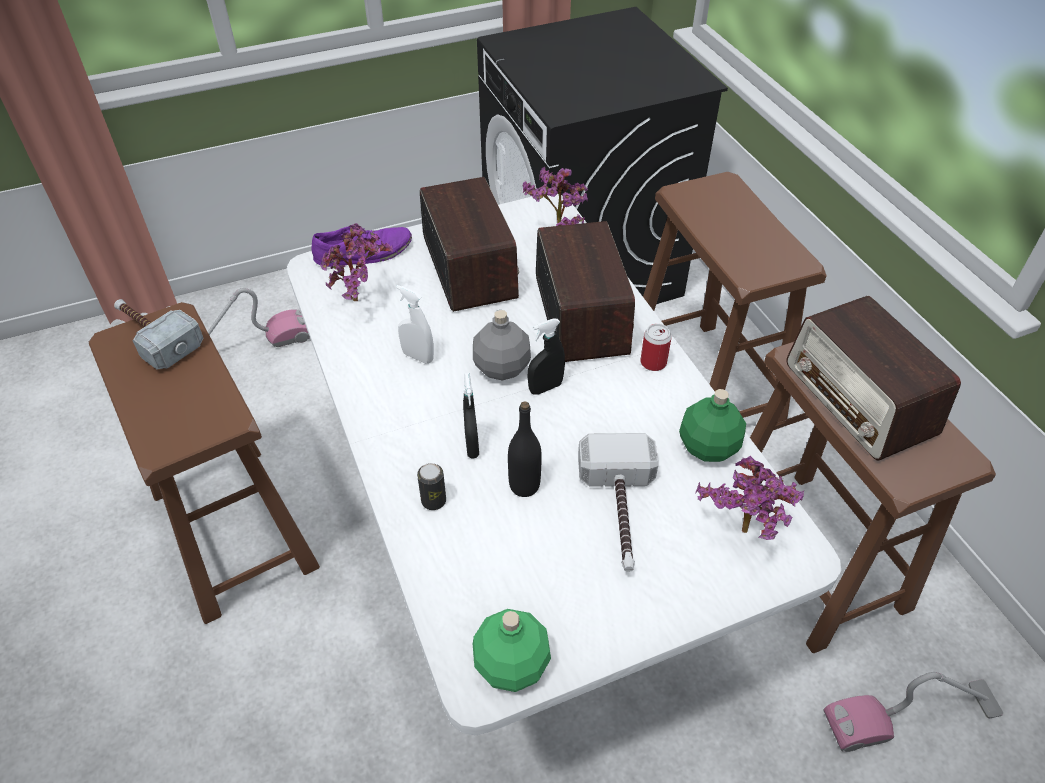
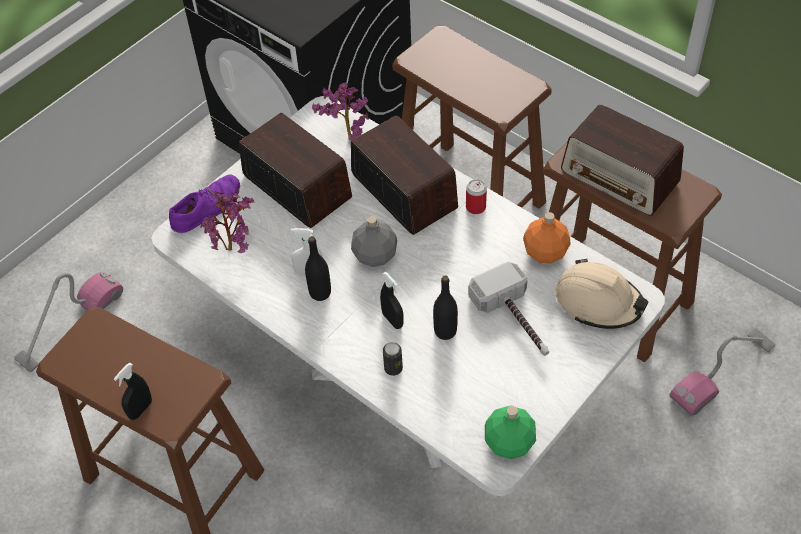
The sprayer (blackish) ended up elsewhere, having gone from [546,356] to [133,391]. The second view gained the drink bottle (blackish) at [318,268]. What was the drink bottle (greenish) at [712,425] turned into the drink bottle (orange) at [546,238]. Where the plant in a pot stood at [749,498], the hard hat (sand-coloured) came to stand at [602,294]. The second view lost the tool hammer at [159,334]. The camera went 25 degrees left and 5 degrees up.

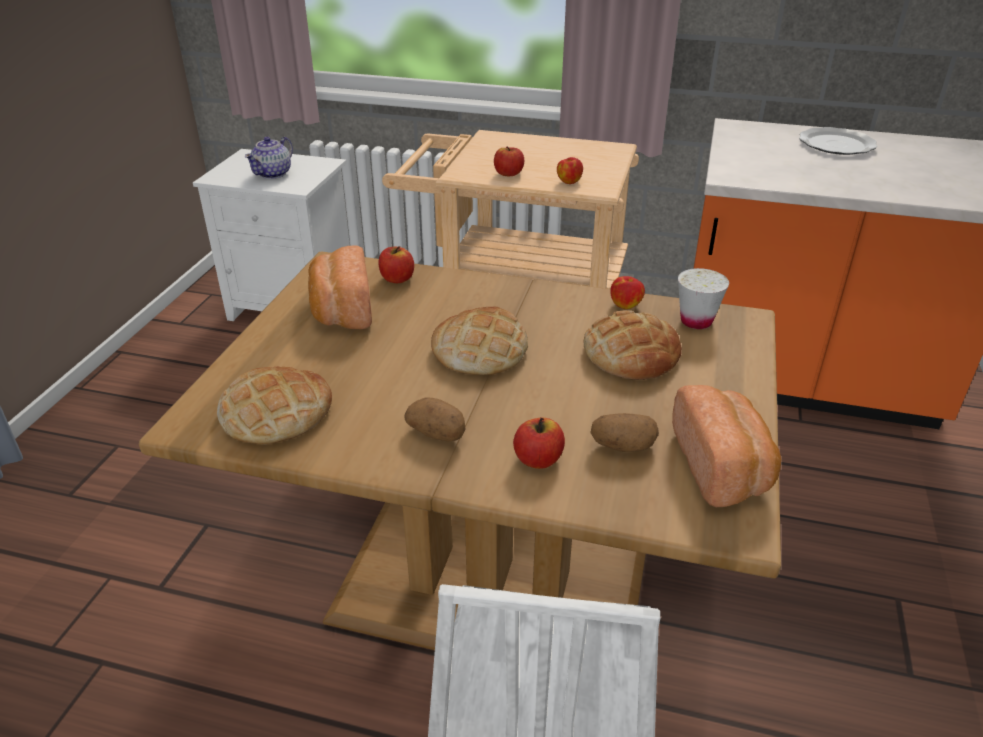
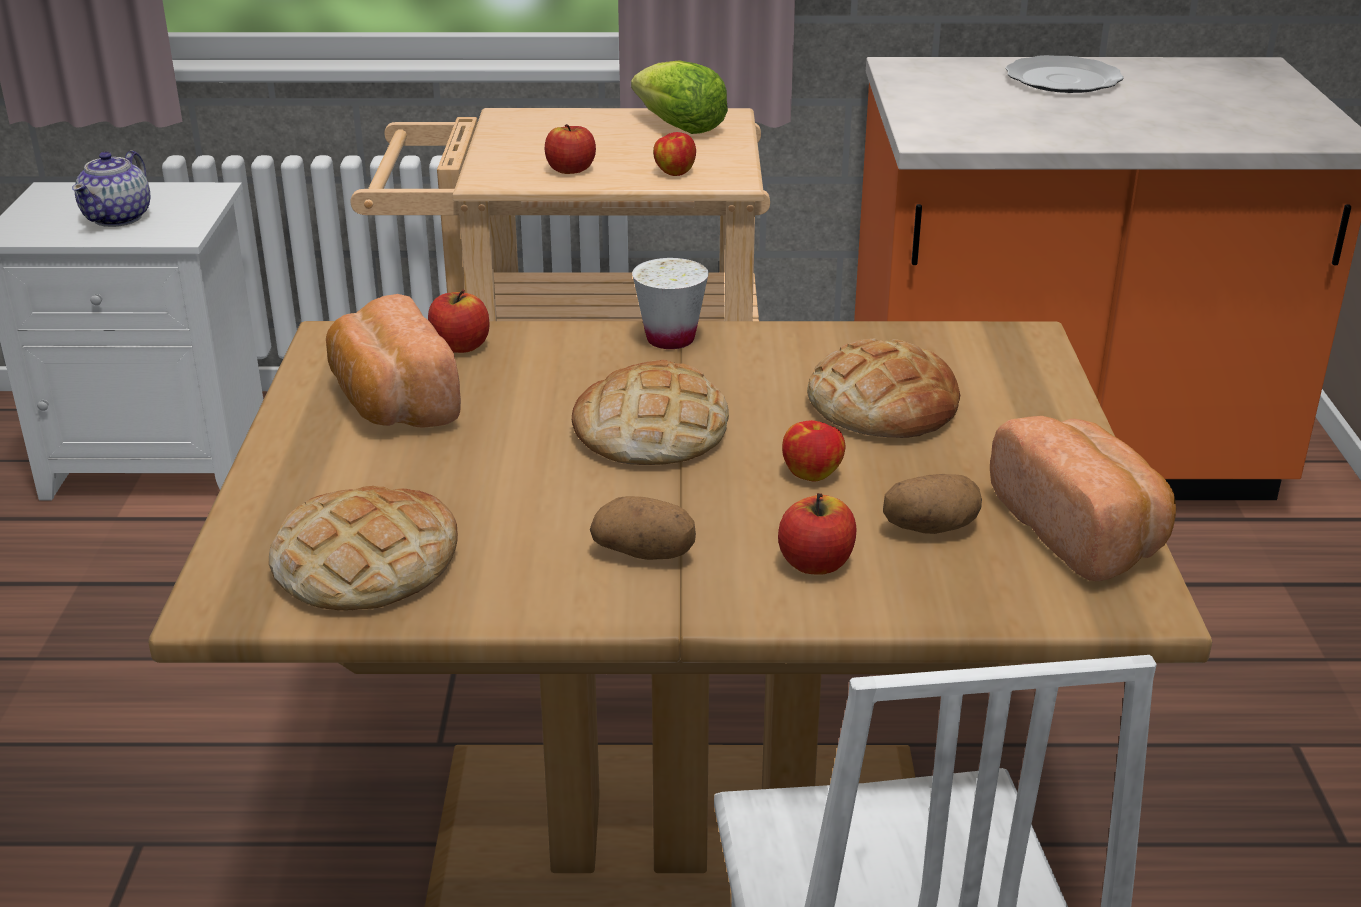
The second view gained the lettuce head at [679,97]. The small cup (white) ended up elsewhere, having gone from [703,298] to [670,303]. The apple ended up elsewhere, having gone from [627,292] to [813,450]. The camera went 15 degrees left and 5 degrees down.

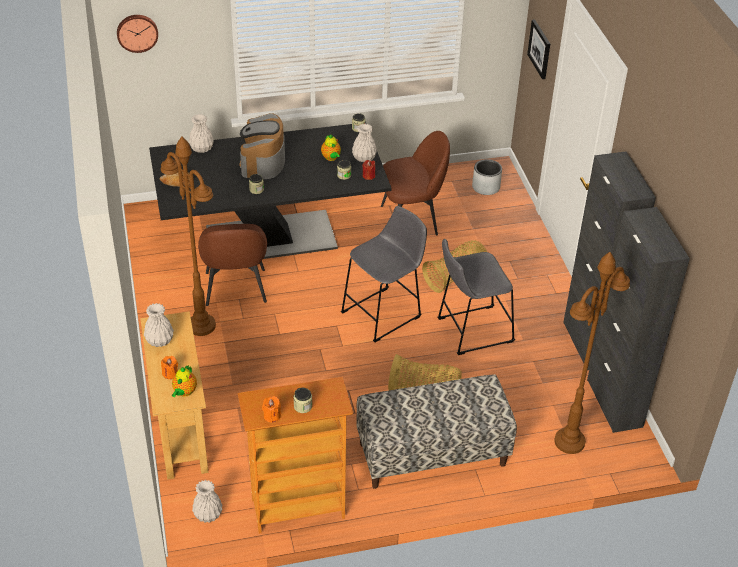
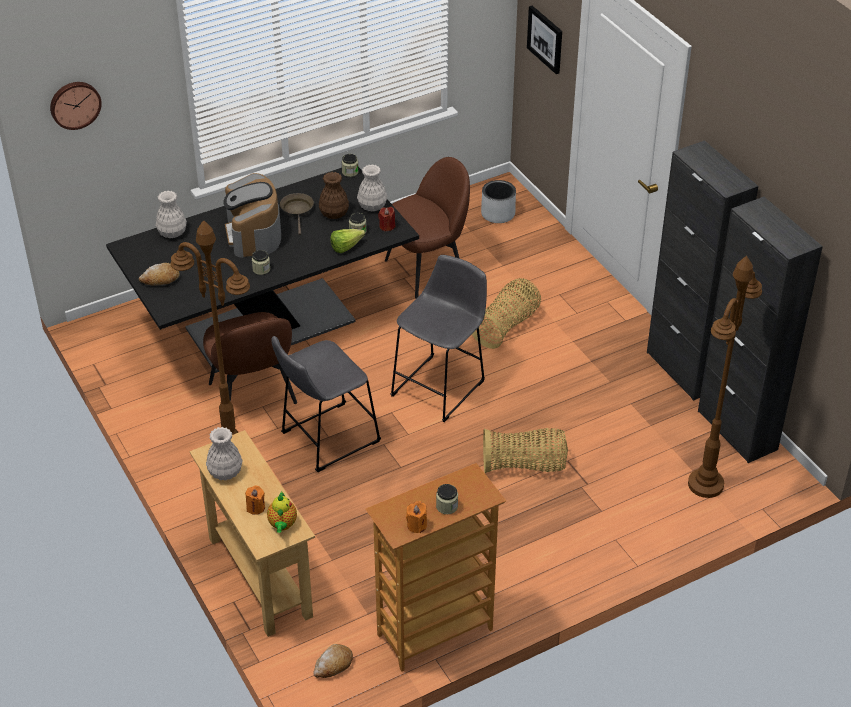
The stool seat (greyish) ended up elsewhere, having gone from [476,297] to [326,404]. The second view gained the frying pan (brown) at [297,214]. Where the decorative vase (white) stood at [207,501], the baked bread came to stand at [333,661]. Where the tea pot stood at [331,148], the decorative vase (brown) came to stand at [334,195]. The second view gained the lettuce head at [348,241]. The second view lost the bench at [436,431]. The camera went 15 degrees left and 0 degrees up.

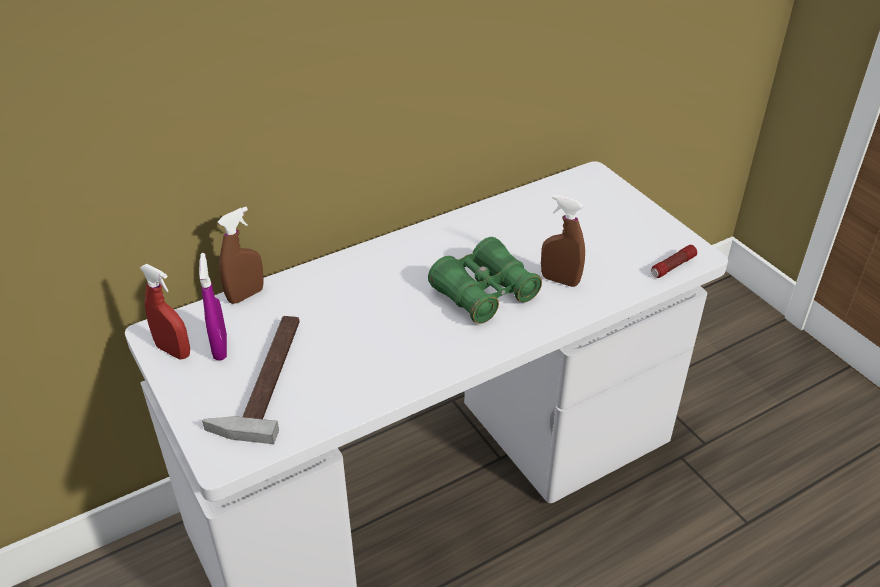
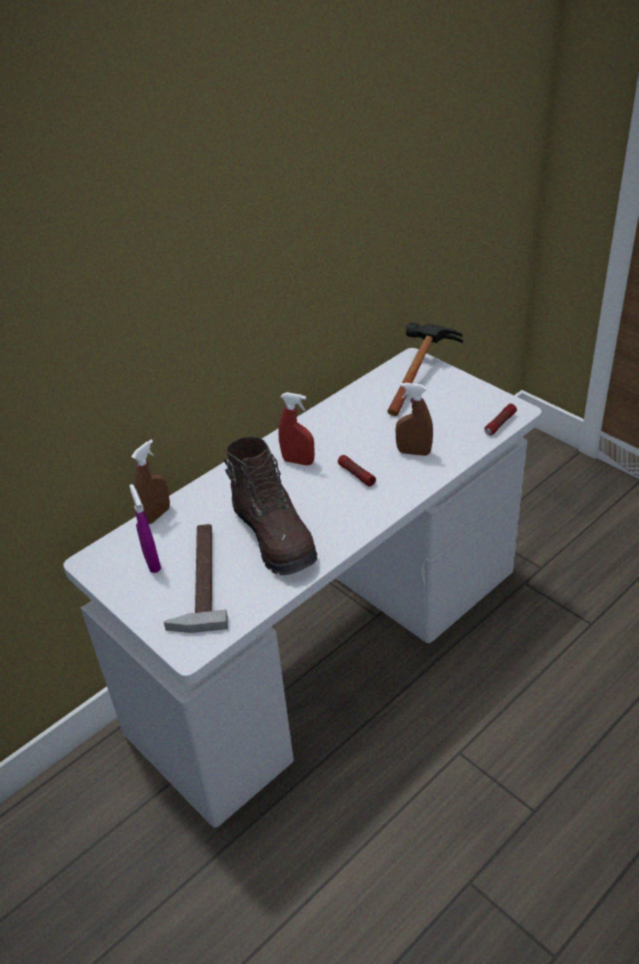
The second view gained the high-top boot (brown) at [270,505]. The sprayer (red) ended up elsewhere, having gone from [165,311] to [296,428]. Where the pair of binoculars (greenish) stood at [485,280], the hand torch came to stand at [357,471]. The second view gained the tool hammer at [425,369]. The camera went 10 degrees left and 0 degrees up.

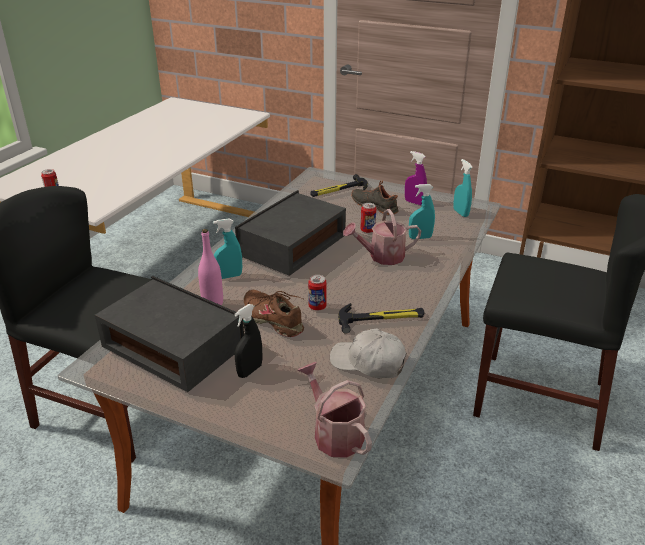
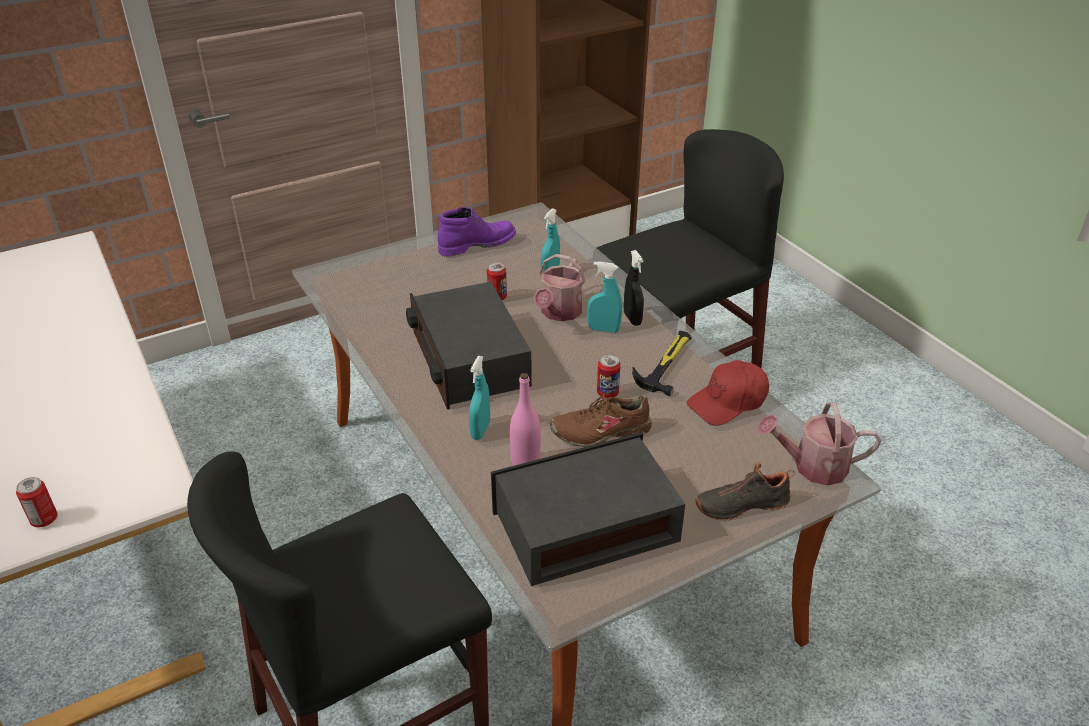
Where the sprayer (purple-coloured) stood at [416,178], the high-top boot (purple-coloured) came to stand at [477,232]. The sprayer (blue-green) ended up elsewhere, having gone from [463,188] to [604,297]. The sprayer (blackish) ended up elsewhere, having gone from [248,341] to [634,288]. What was the cap (white) at [368,353] turned into the cap (red) at [728,392]. The shoe (blackish) ended up elsewhere, having gone from [375,198] to [745,491]. The second view lost the tool hammer at [339,185]. The camera went 55 degrees left and 5 degrees up.

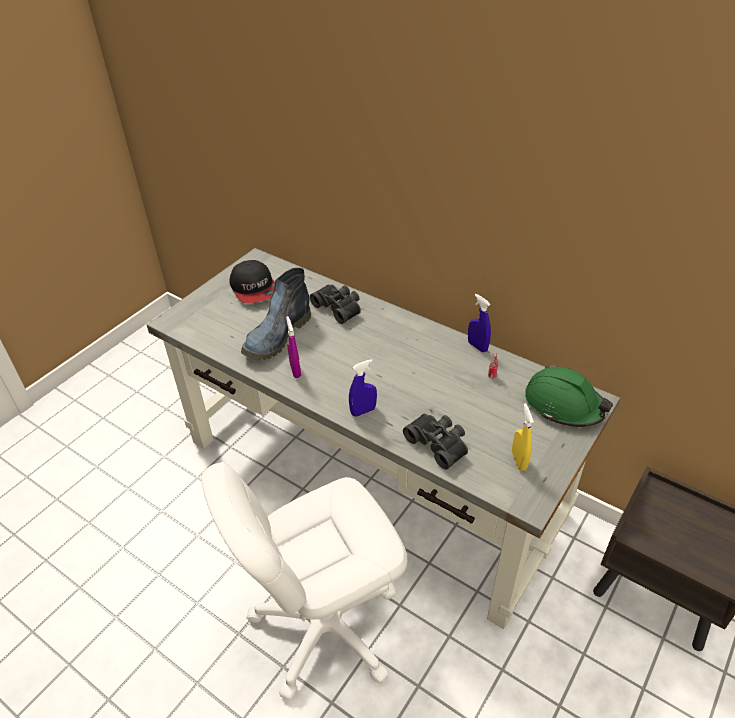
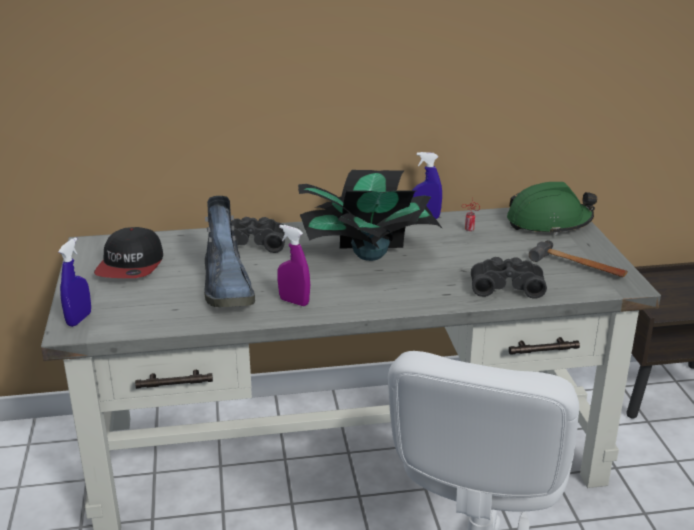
The sprayer (blue) ended up elsewhere, having gone from [363,388] to [74,282]. The cap at [252,282] ended up facing another way, 75 degrees clockwise from before. The second view gained the plant in a pot at [370,215]. Where the sprayer (yellow-coloured) stood at [523,437], the tool hammer came to stand at [578,258]. The camera went 45 degrees left and 15 degrees down.

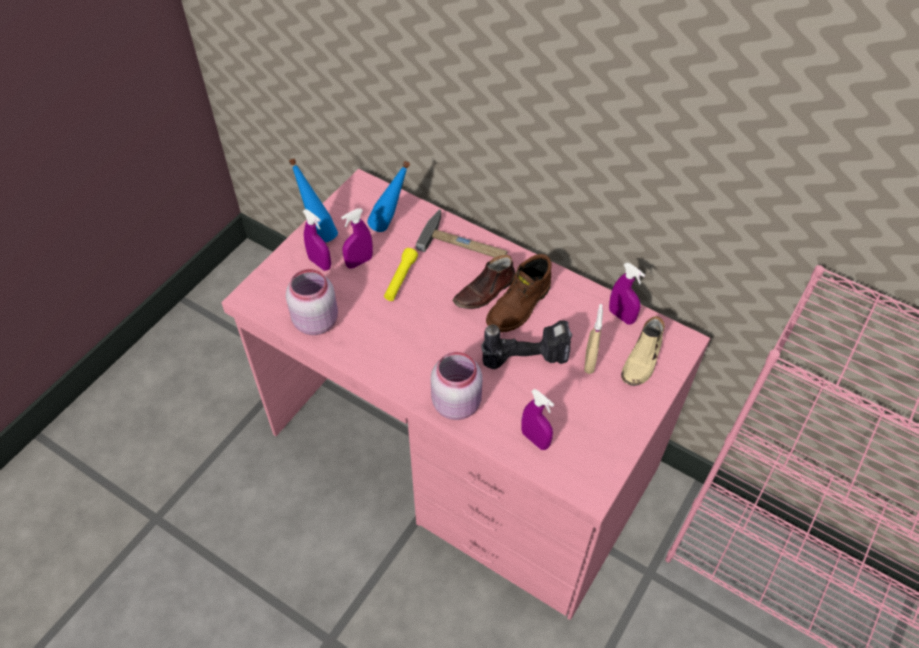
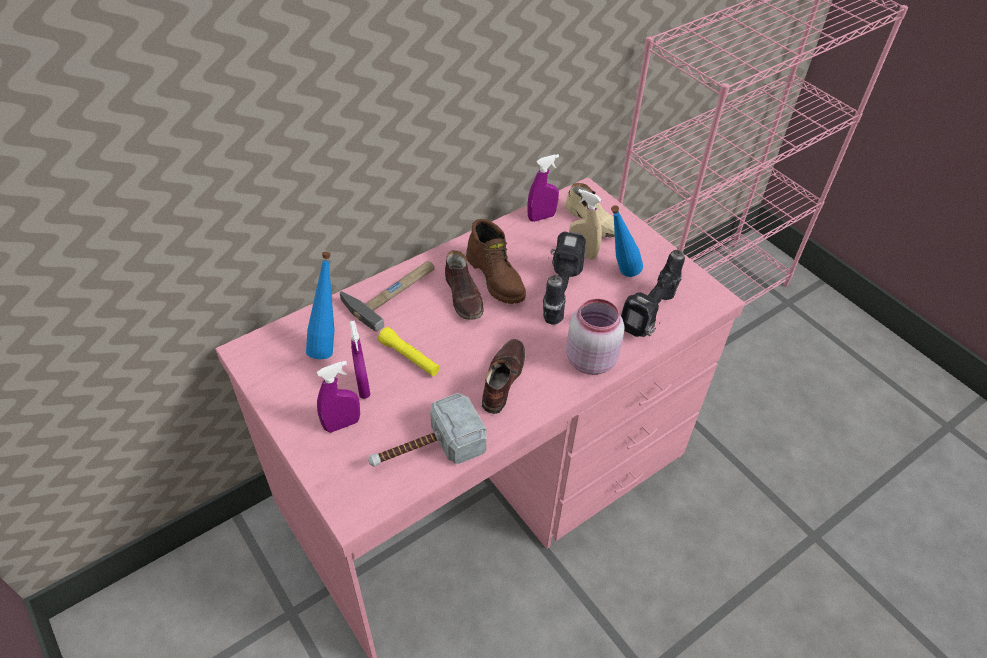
Where the preserve jar (pink) stood at [312,302], the tool hammer came to stand at [427,430]. The second view gained the shoe (brown) at [503,376]. The drink bottle (blue) ended up elsewhere, having gone from [313,201] to [627,241]. Where the sprayer (purple-coloured) stood at [537,419], the drill came to stand at [653,293]. The camera went 70 degrees left and 5 degrees down.

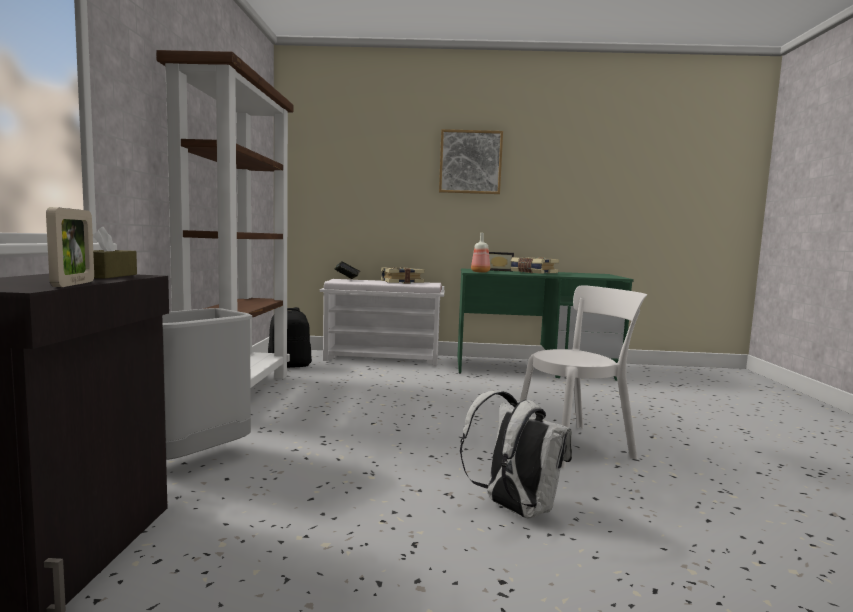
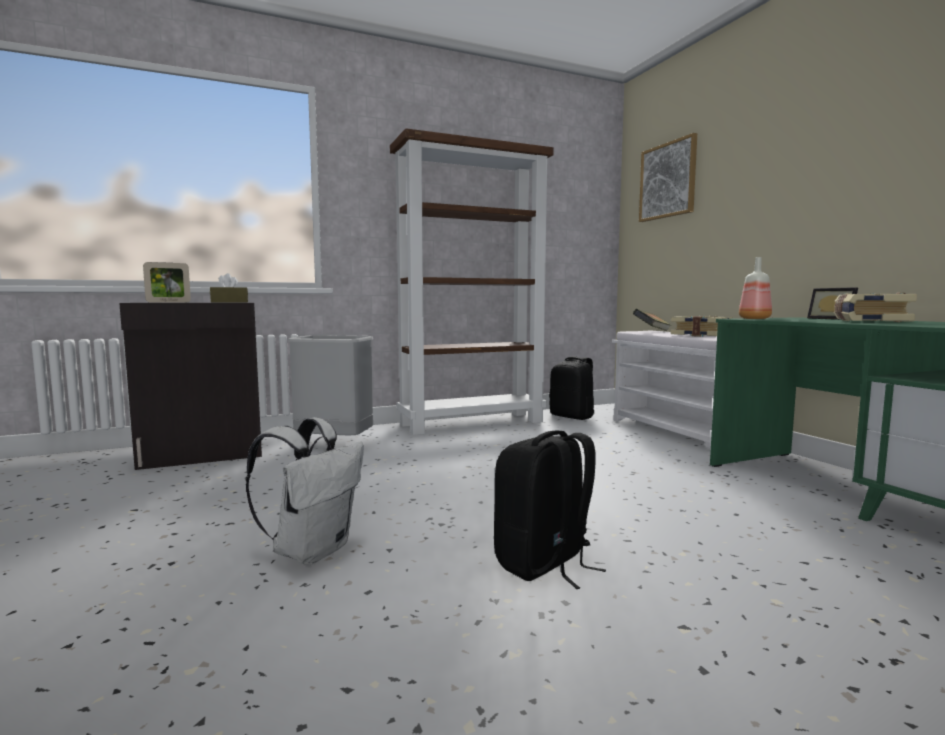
Where the plain chair (white) stood at [583,376], the rucksack (blackish) came to stand at [550,510]. The picture ended up elsewhere, having gone from [471,161] to [668,177]. The camera went 65 degrees right and 0 degrees up.

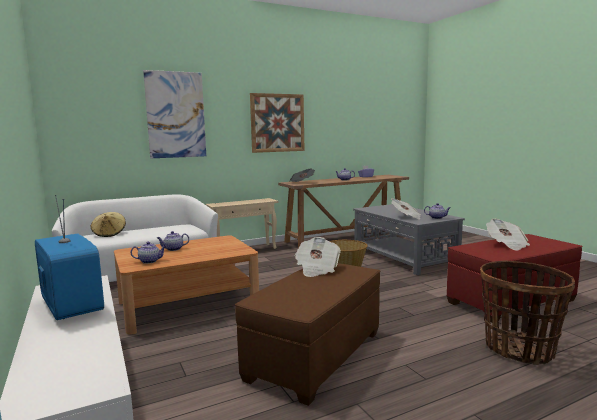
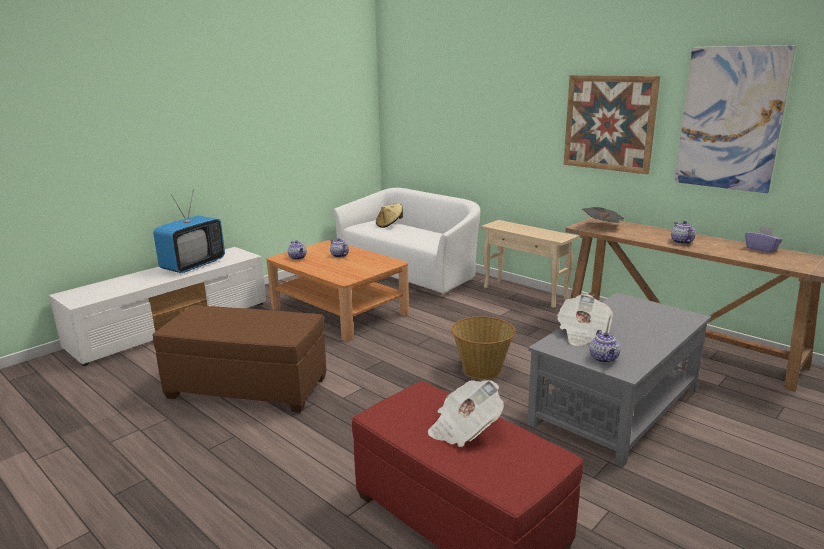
The picture ended up elsewhere, having gone from [174,114] to [735,119]. The second view lost the newspaper at [318,257]. The second view lost the storage basket at [527,312]. The camera went 70 degrees right and 10 degrees up.

